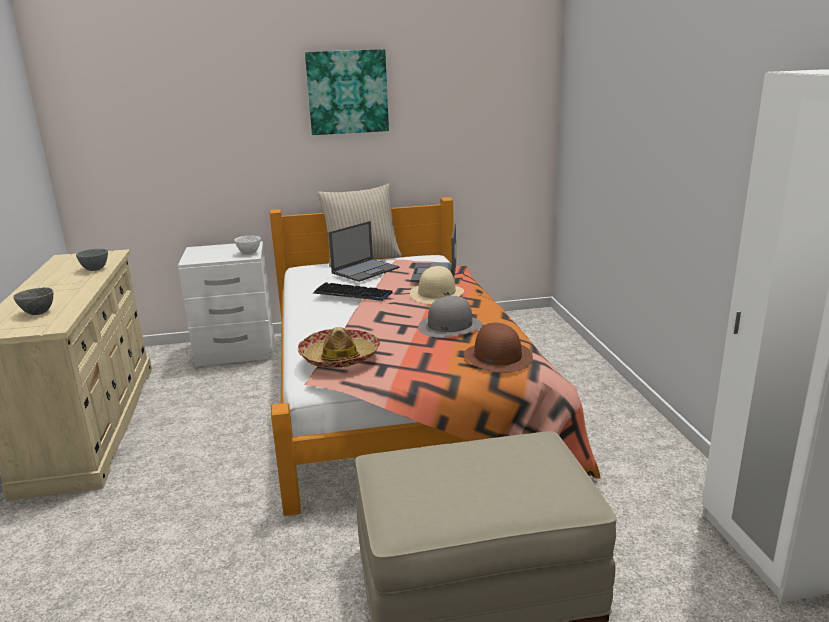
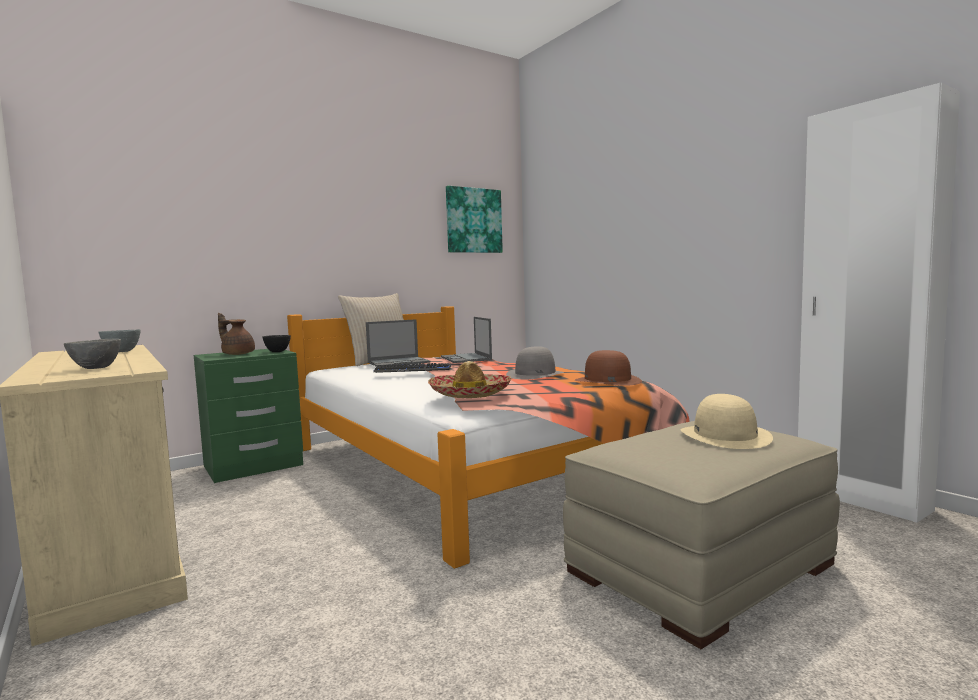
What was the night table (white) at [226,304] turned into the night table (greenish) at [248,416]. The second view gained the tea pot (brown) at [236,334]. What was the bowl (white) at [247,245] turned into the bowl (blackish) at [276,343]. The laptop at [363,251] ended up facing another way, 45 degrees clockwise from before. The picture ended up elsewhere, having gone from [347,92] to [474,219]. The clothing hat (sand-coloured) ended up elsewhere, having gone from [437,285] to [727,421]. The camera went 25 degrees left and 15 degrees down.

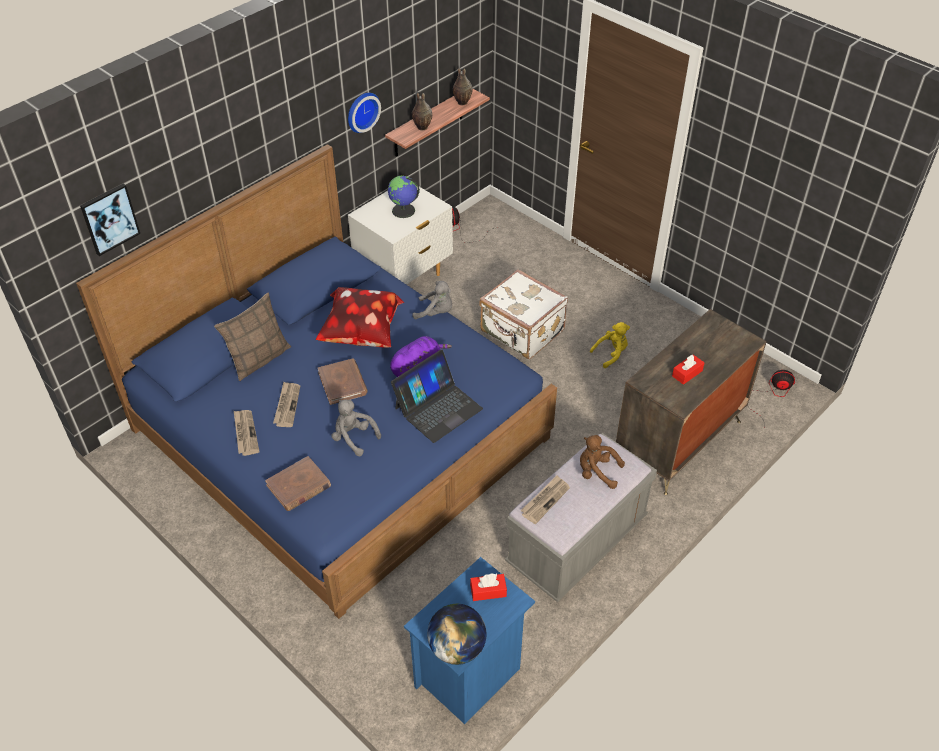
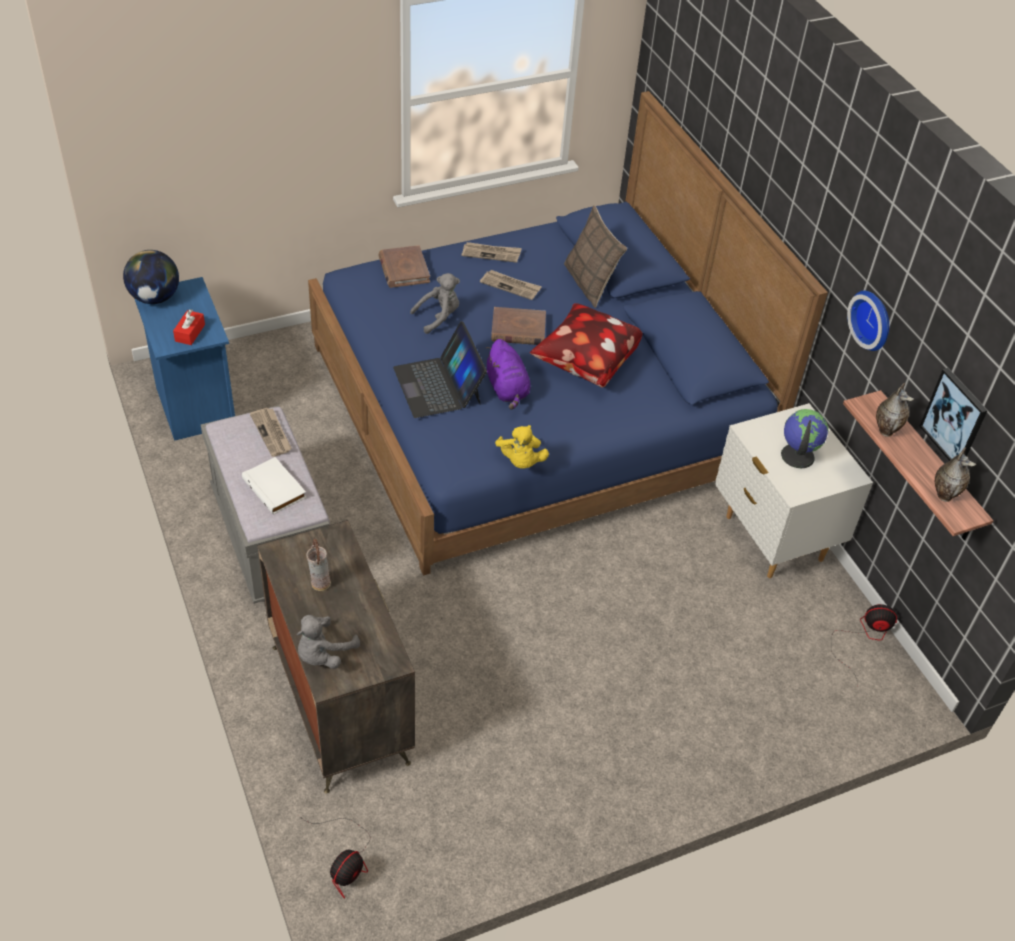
Where the cuddly toy (brown) stood at [602,462], the book (white) came to stand at [274,486]. The cuddly toy (greyish) ended up elsewhere, having gone from [432,300] to [328,642]. Where the box of tissues (red) stood at [688,369], the decorative vase came to stand at [318,565]. The cuddly toy (yellow-coloured) ended up elsewhere, having gone from [610,345] to [522,447]. The picture ended up elsewhere, having gone from [110,219] to [953,414]. The second view lost the travel case (white) at [523,314]. The camera went 110 degrees right and 0 degrees up.

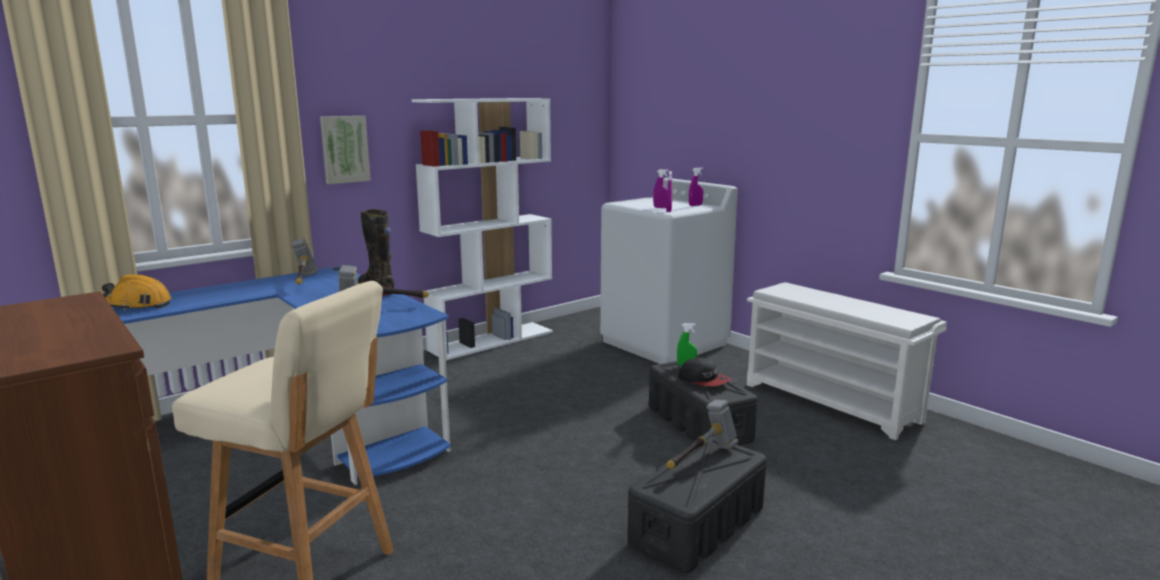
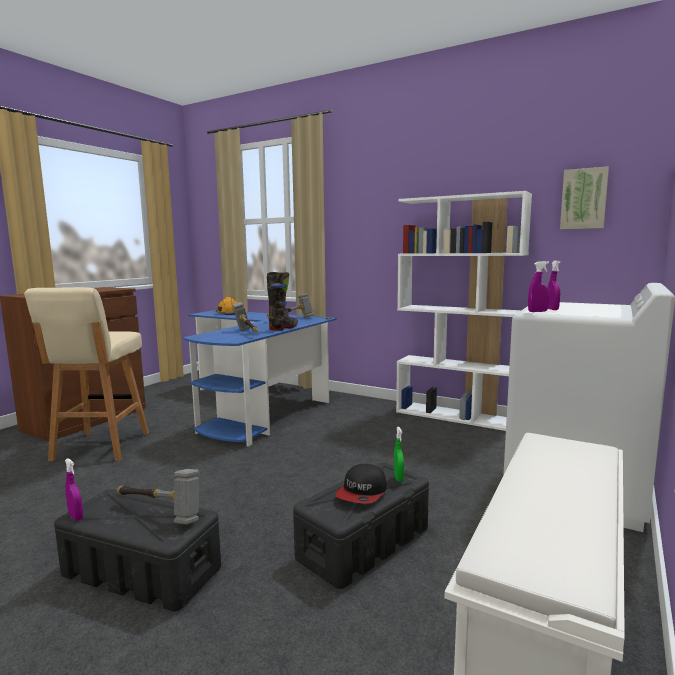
The sprayer (purple-coloured) ended up elsewhere, having gone from [696,186] to [74,489]. The picture ended up elsewhere, having gone from [345,150] to [584,197]. The camera went 70 degrees right and 5 degrees down.

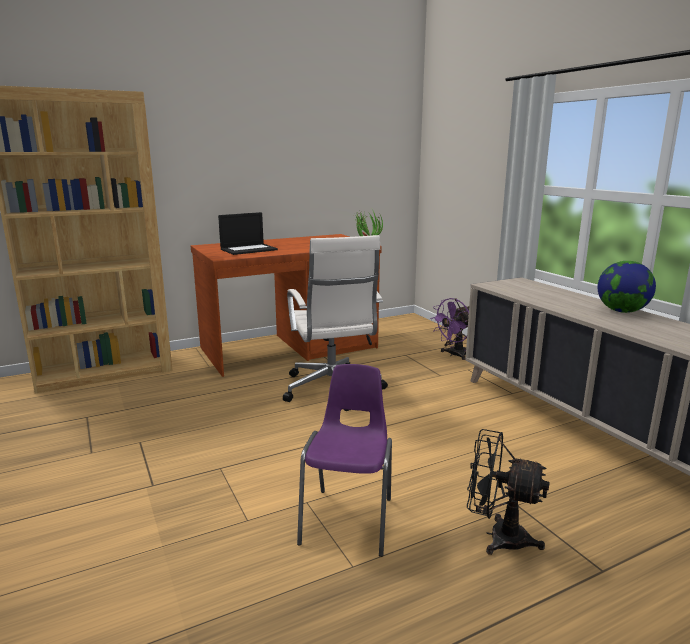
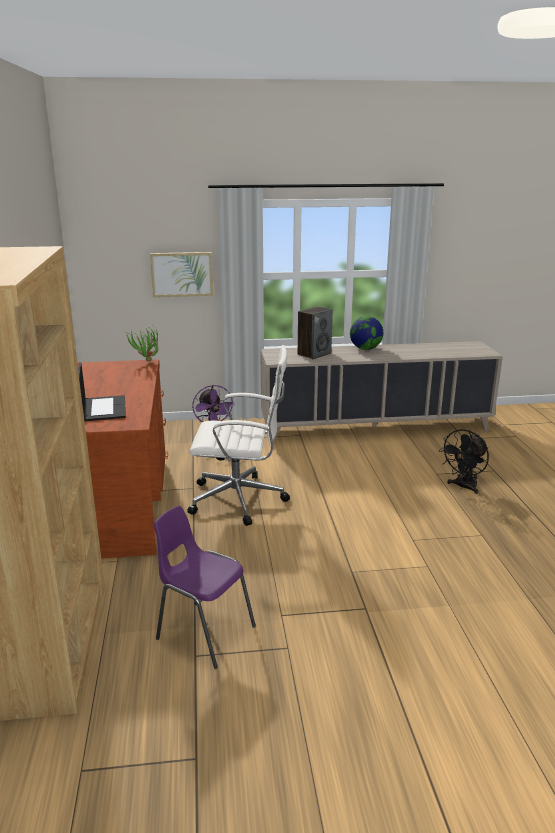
The second view gained the picture at [181,274]. The plain chair (purple-coloured) ended up elsewhere, having gone from [344,460] to [205,587]. The second view gained the speaker at [315,333]. The camera went 70 degrees left and 5 degrees up.

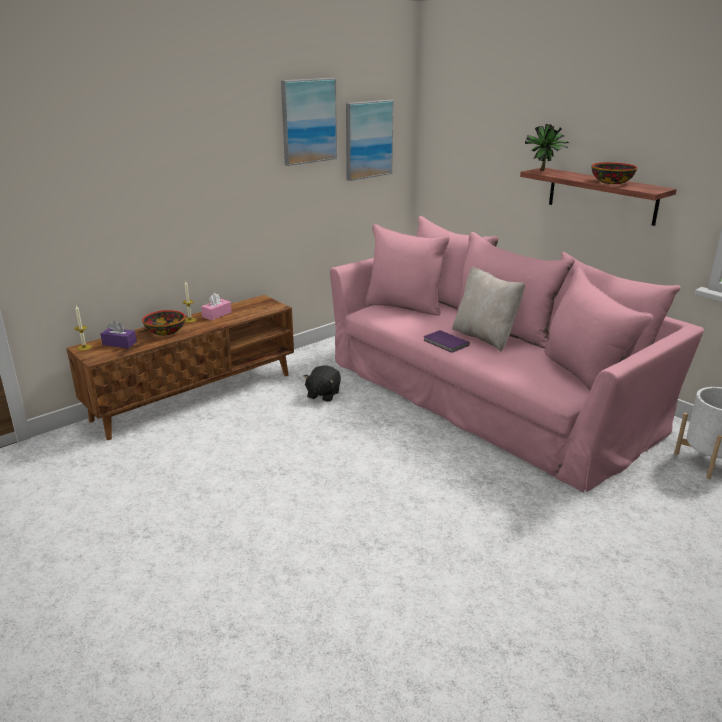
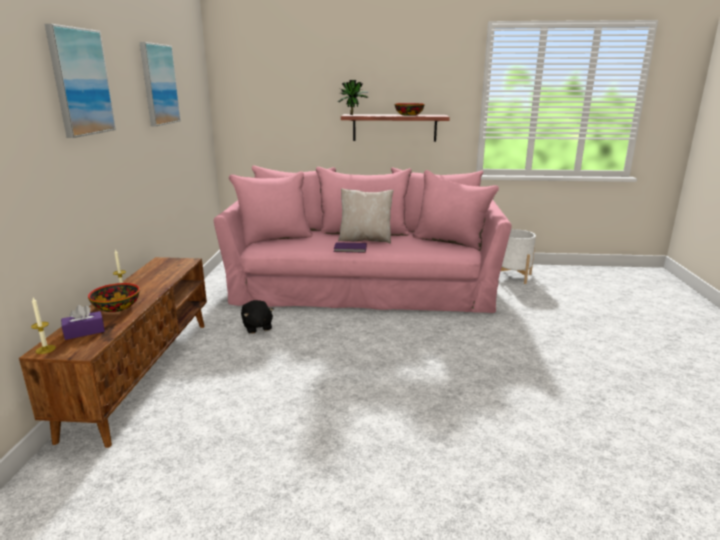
The picture ended up elsewhere, having gone from [370,140] to [80,81]. The second view lost the box of tissues (pink) at [216,306]. The camera went 45 degrees left and 5 degrees down.

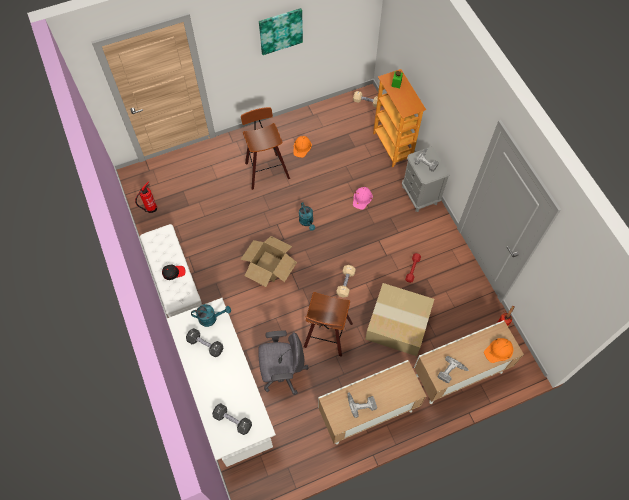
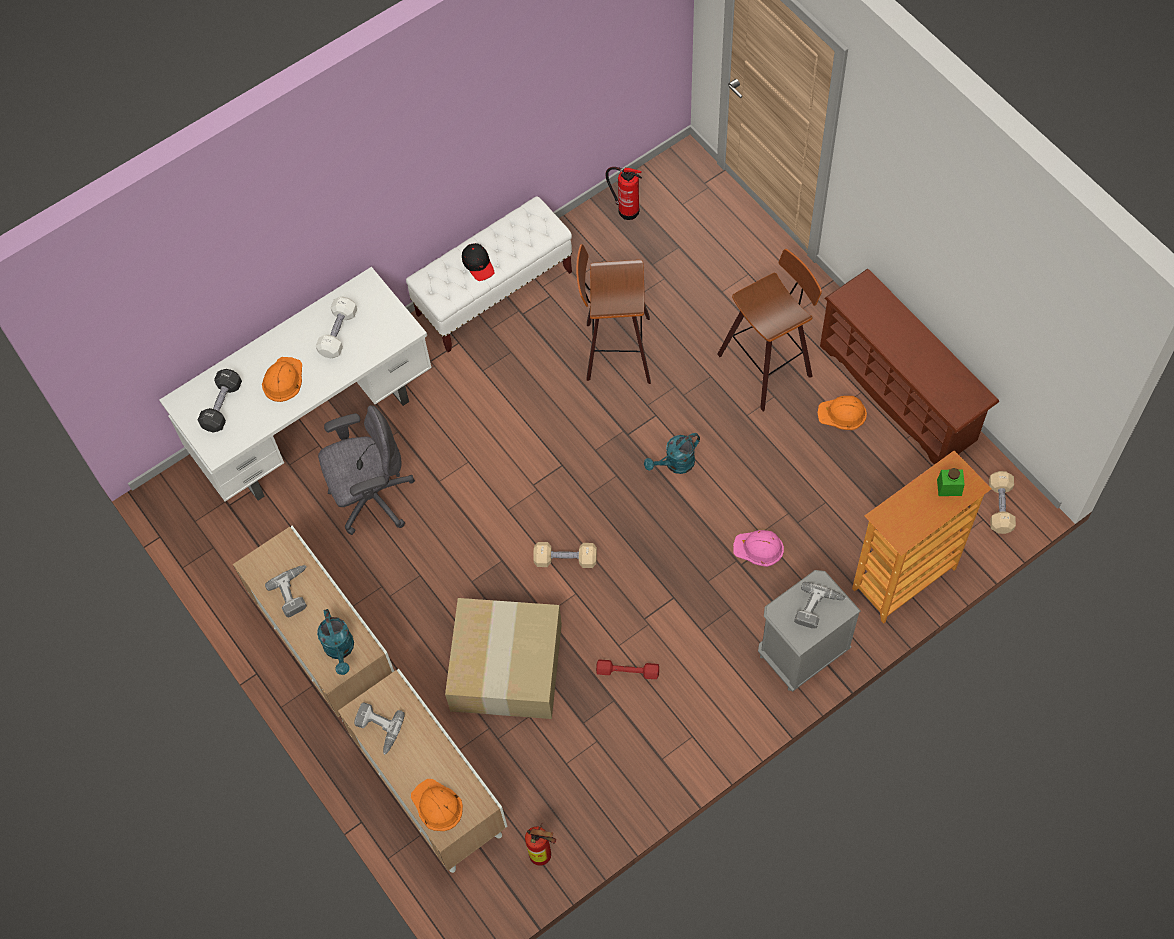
The second view gained the hard hat (orange) at [282,379]. What was the dumbbell (blackish) at [204,342] turned into the dumbbell (white) at [336,327]. The watering can (blue-green) ended up elsewhere, having gone from [211,315] to [335,642]. The computer chair (greyish) at [283,362] ended up facing another way, 90 degrees counterclockwise from before. The stool seat ended up elsewhere, having gone from [328,324] to [613,314]. The second view gained the shoe stand (brown) at [909,367]. The second view lost the packing box at [268,261]. The second view lost the picture at [281,31]. The camera went 80 degrees right and 0 degrees up.

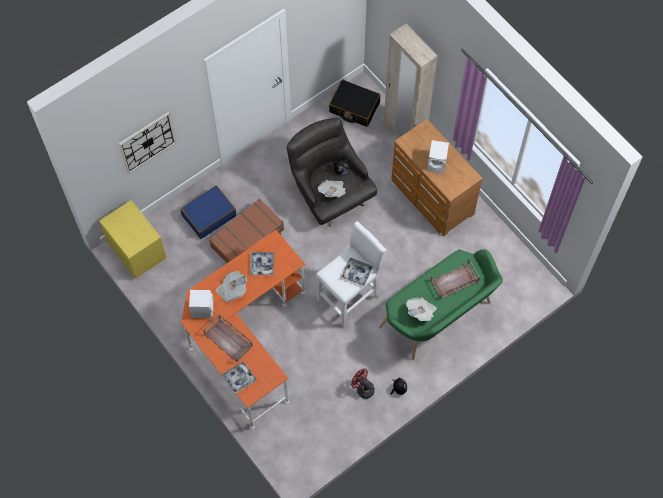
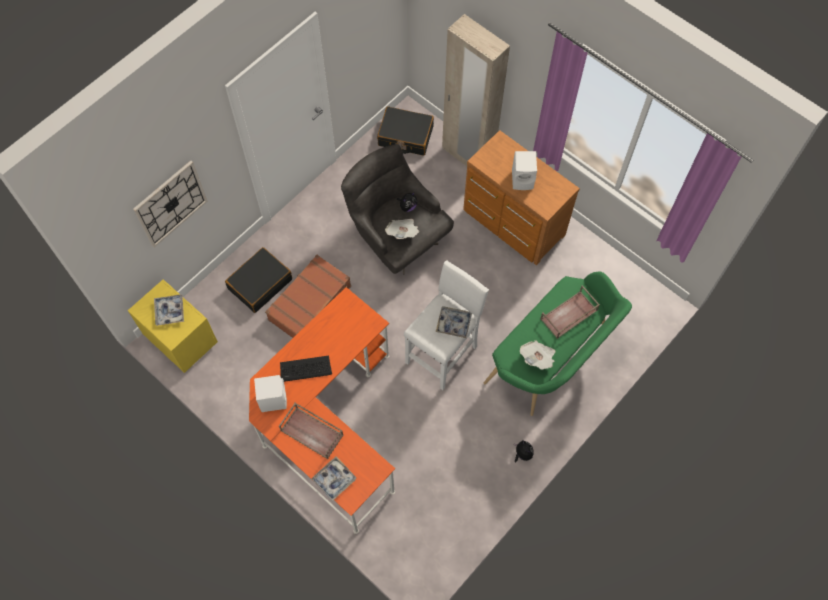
The tray ended up elsewhere, having gone from [262,263] to [169,310]. What was the travel case (blue) at [208,212] turned into the travel case (blackish) at [258,280]. Where the newspaper stood at [231,287], the computer keyboard came to stand at [306,369]. The second view lost the fan (red) at [363,383]. The camera went 10 degrees left and 0 degrees up.

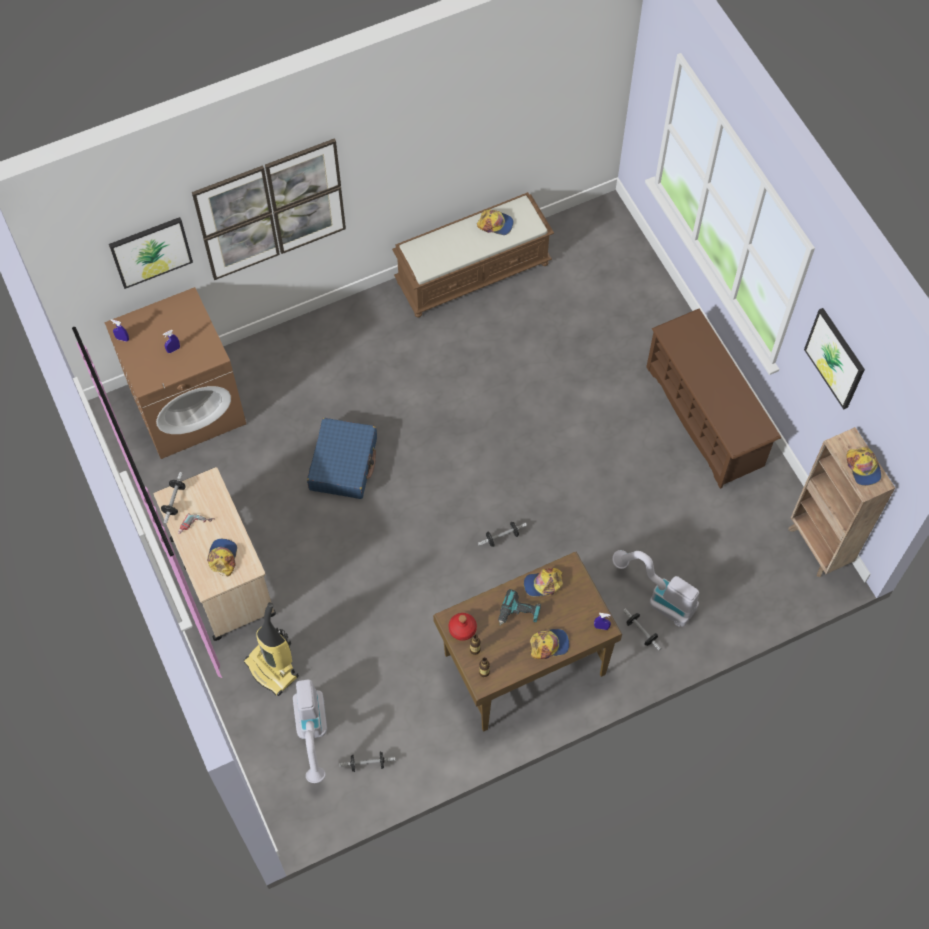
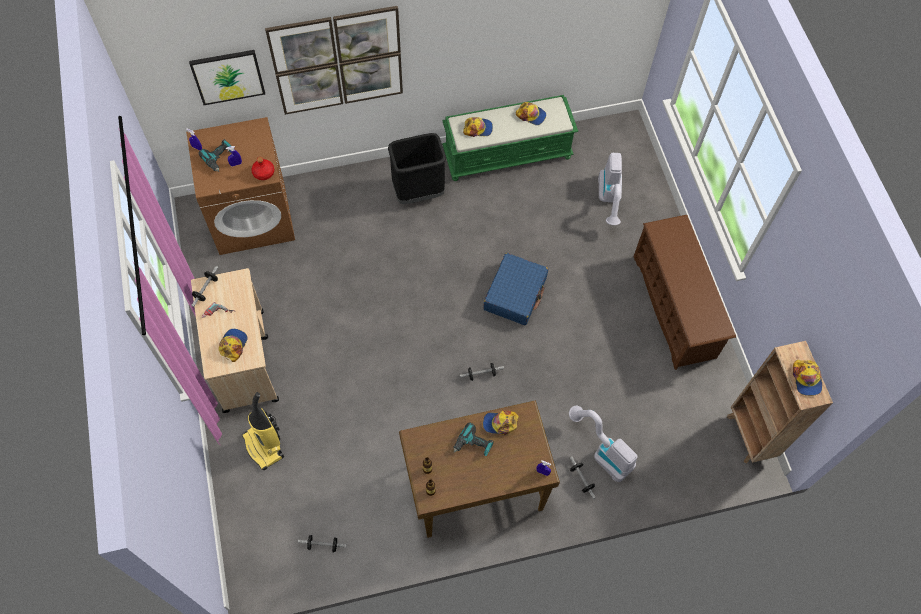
The second view gained the drill at [214,155]. The drink bottle (red) ended up elsewhere, having gone from [463,627] to [262,168]. The second view gained the trash can (blackish) at [417,168]. What was the bench (brown) at [473,254] turned into the bench (greenish) at [510,138]. The cap ended up elsewhere, having gone from [549,644] to [478,127]. The travel case (blue) ended up elsewhere, having gone from [342,458] to [515,289]. The vacuum ended up elsewhere, having gone from [310,731] to [610,189]. The second view lost the picture at [834,358]. The camera went 10 degrees right and 0 degrees up.

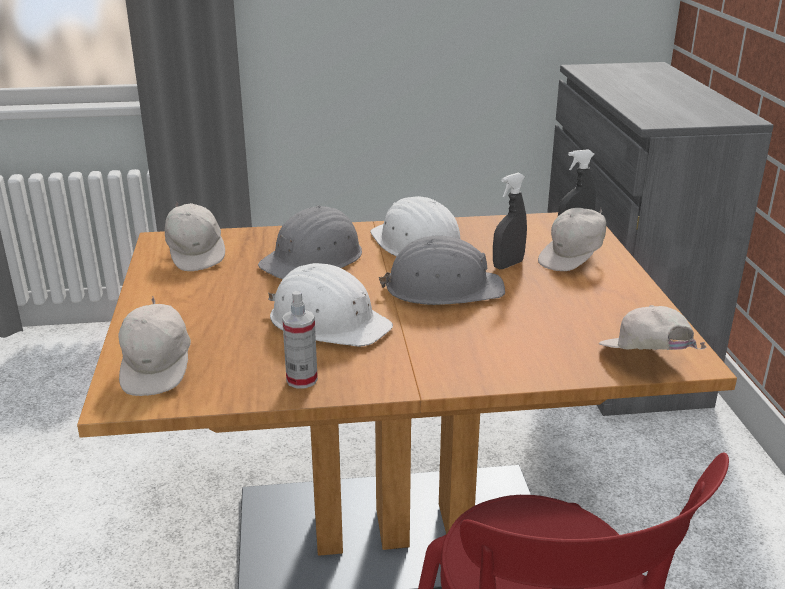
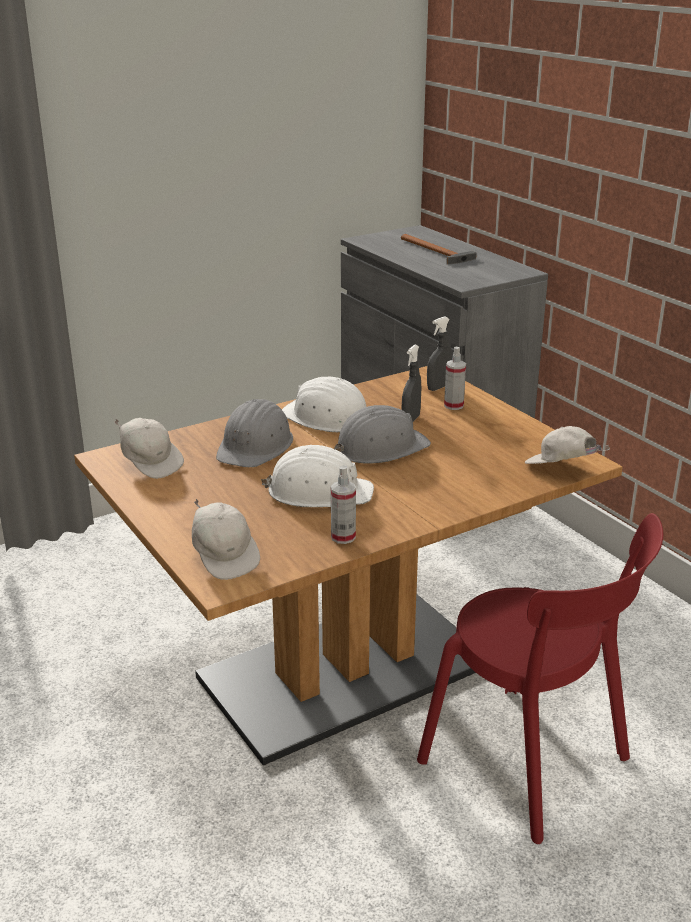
The second view gained the tool hammer at [439,249]. Where the cap (white) stood at [572,239], the sprayer came to stand at [455,378]. The camera went 25 degrees left and 0 degrees up.

